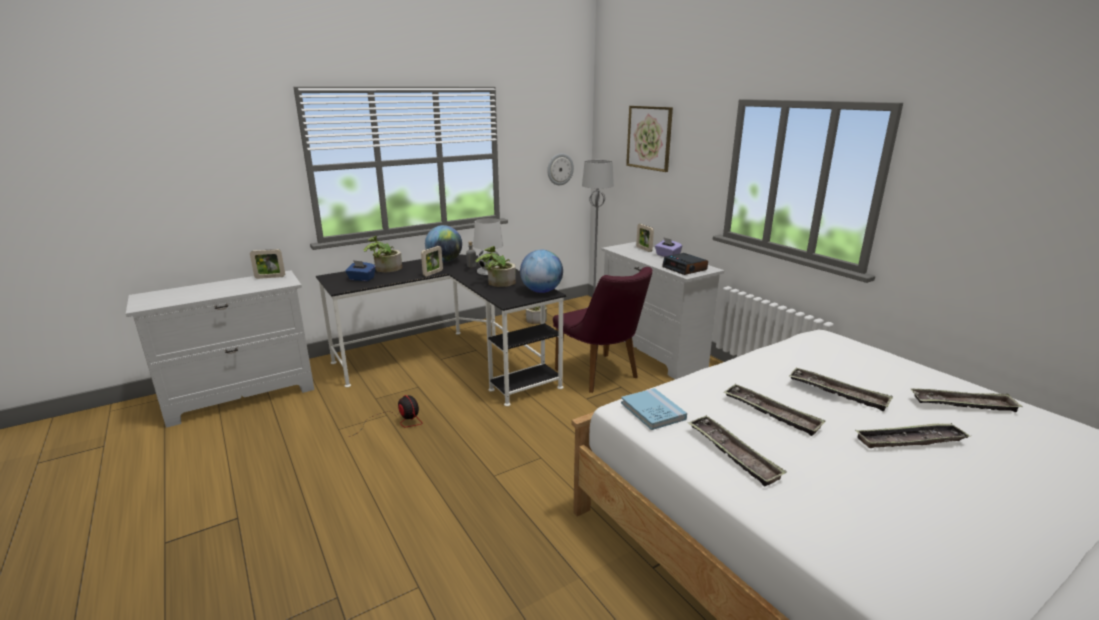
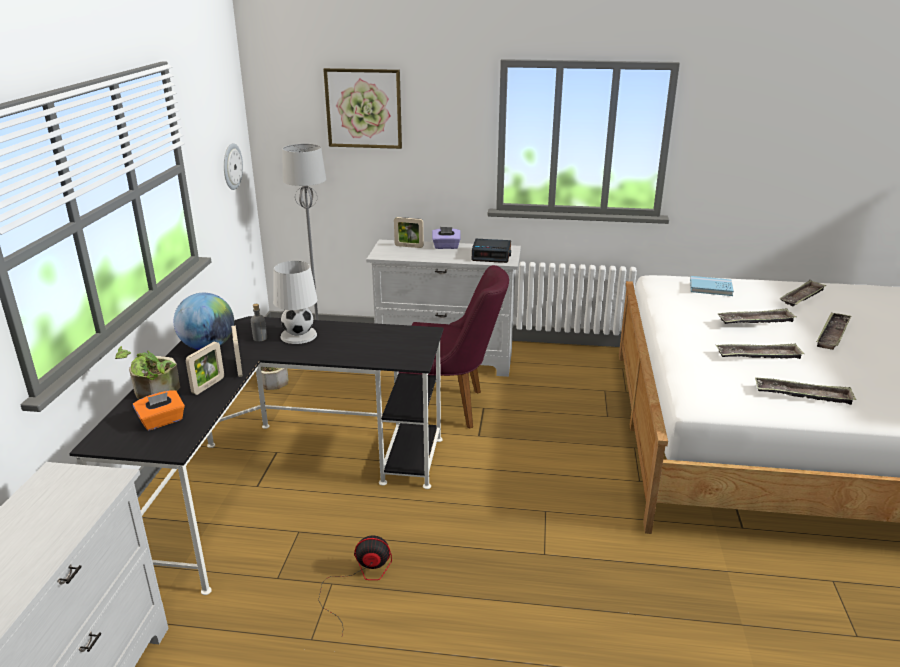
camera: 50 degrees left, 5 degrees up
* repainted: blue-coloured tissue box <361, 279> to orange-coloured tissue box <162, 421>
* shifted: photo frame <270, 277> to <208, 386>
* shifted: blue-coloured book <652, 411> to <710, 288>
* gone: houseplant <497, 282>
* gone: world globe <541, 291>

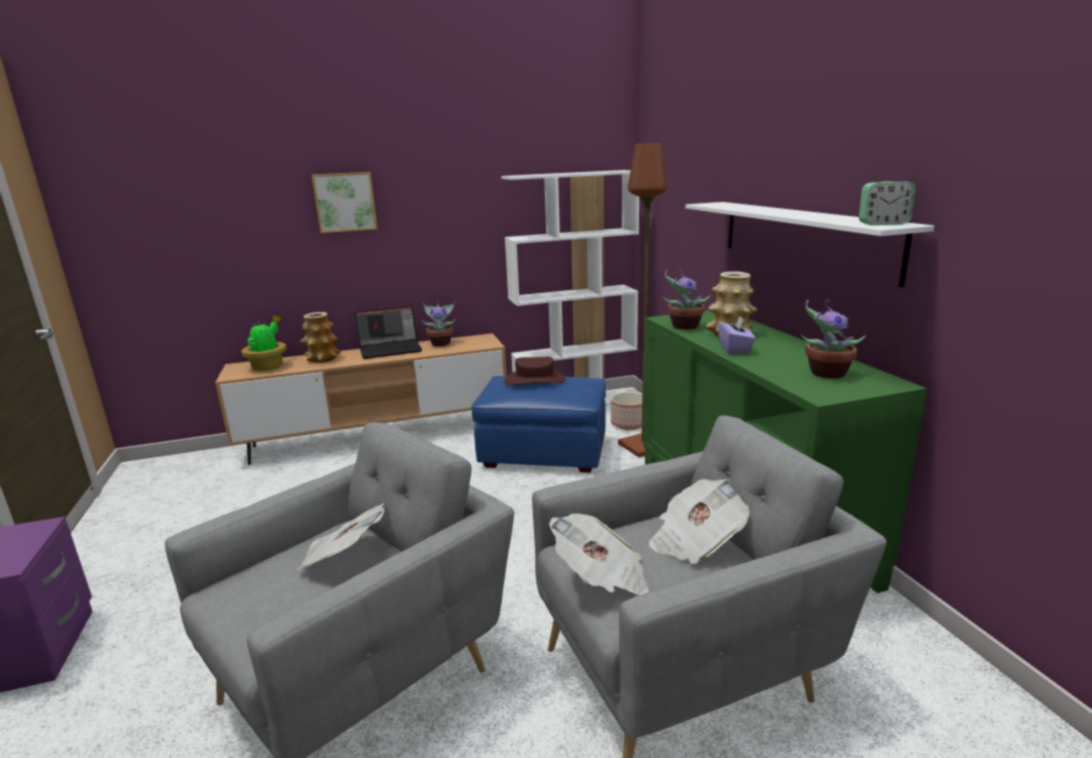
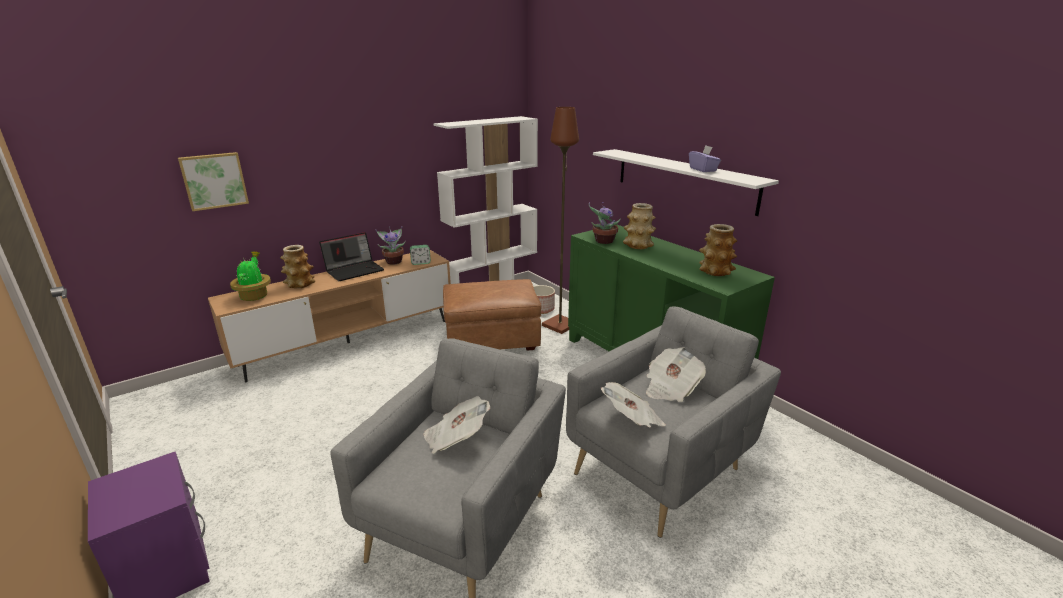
camera: 20 degrees left, 5 degrees up
* shifted: wall picture <345, 202> to <214, 180>
* shifted: alarm clock <883, 224> to <421, 263>
* repainted: blue-coloured pouffe <544, 453> to brownish pouffe <492, 339>
* shifted: purple tissue box <735, 349> to <703, 170>
* swapped: houseplant <825, 373> to decorative vase <715, 271>
* gone: brownish clothing hat <535, 380>

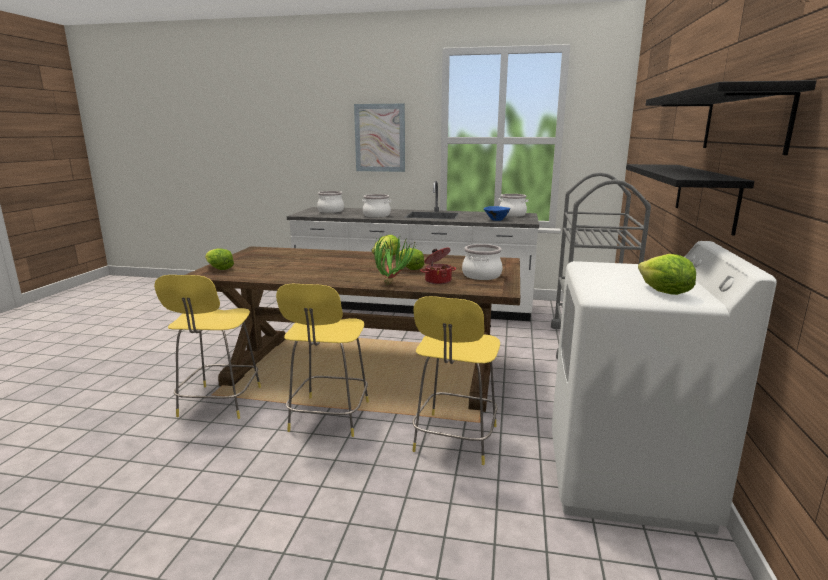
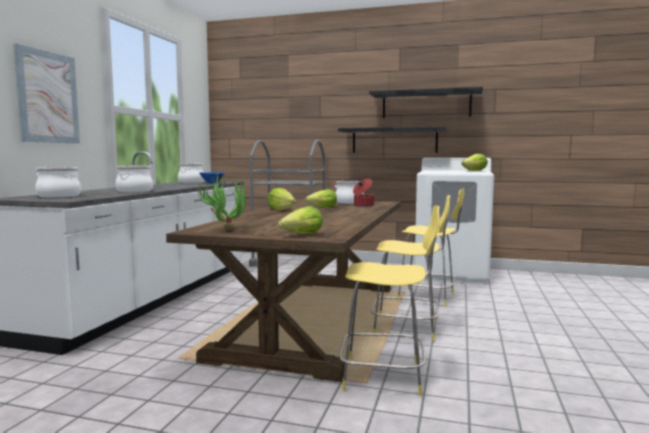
camera: 85 degrees left, 10 degrees down
* shifted: houseplant <392, 283> to <225, 229>

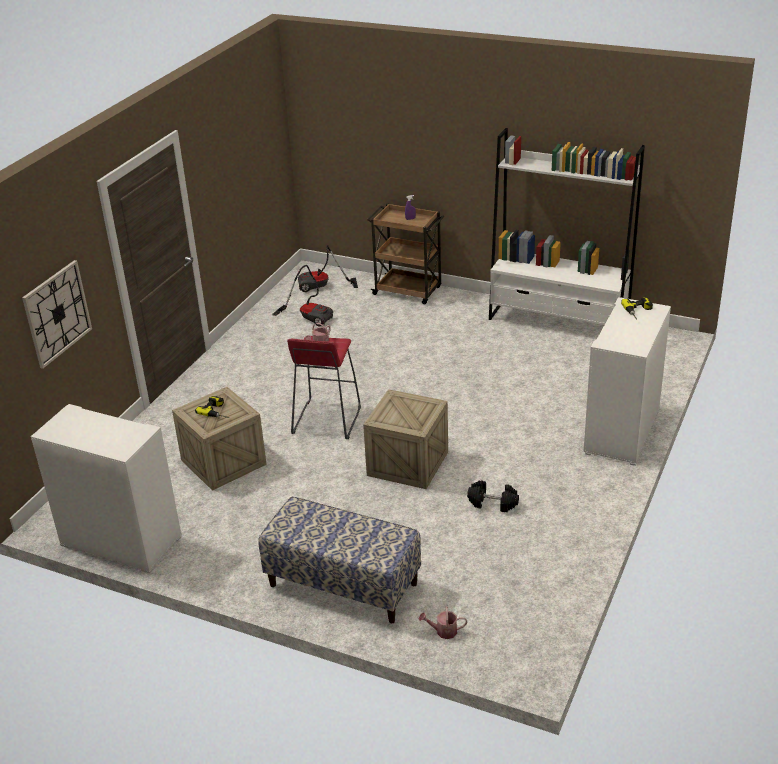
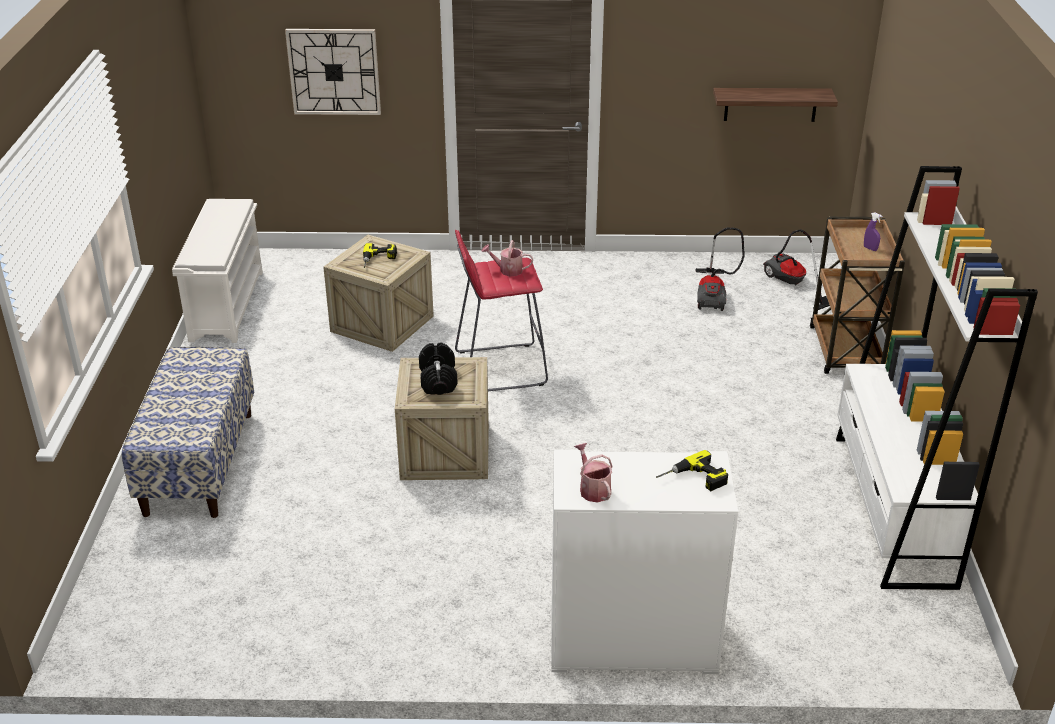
camera: 65 degrees right, 0 degrees up
* swapped: white-coloured cupboard <120, 541> to white-coloured shoe shelf <226, 305>
* shifted: blackish free weight <493, 503> to <438, 380>
* shifted: watering can <443, 631> to <593, 489>
* new: wall shelf <770, 104>

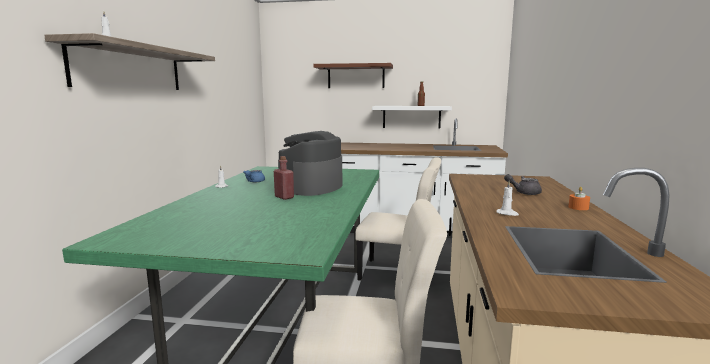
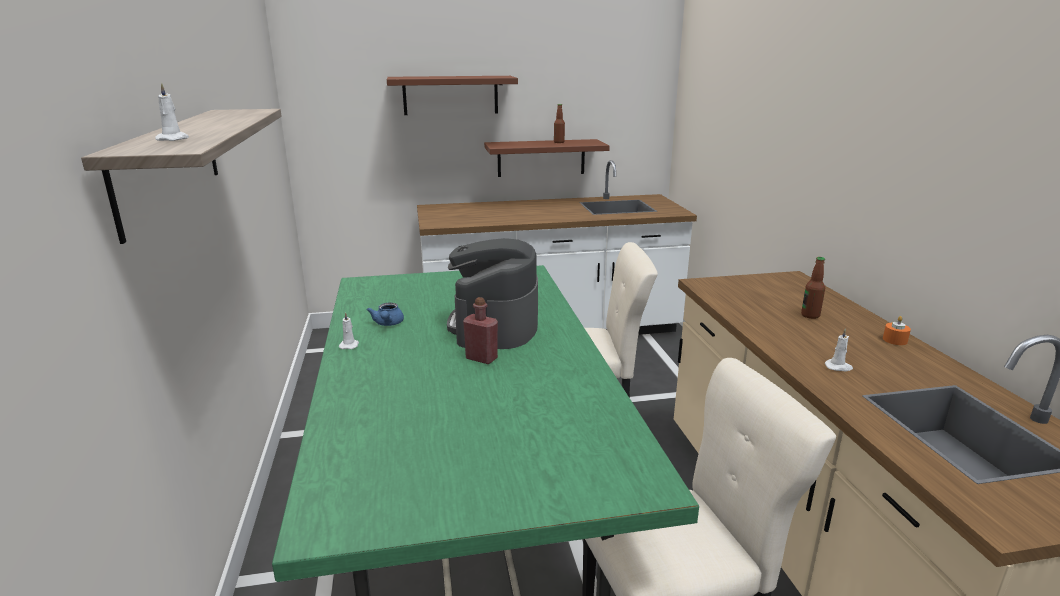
camera: 20 degrees left, 10 degrees up
* repainted: white-coloured wall shelf <411, 117> to brownish wall shelf <541, 158>
* swapped: gray teapot <523, 192> to bottle <810, 315>

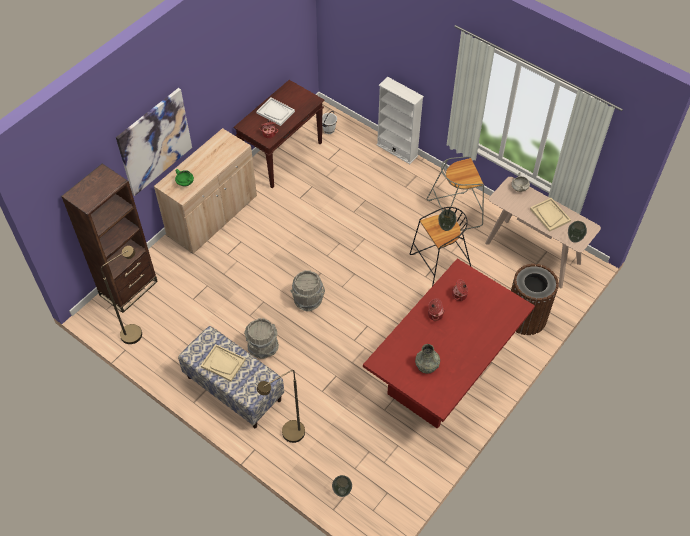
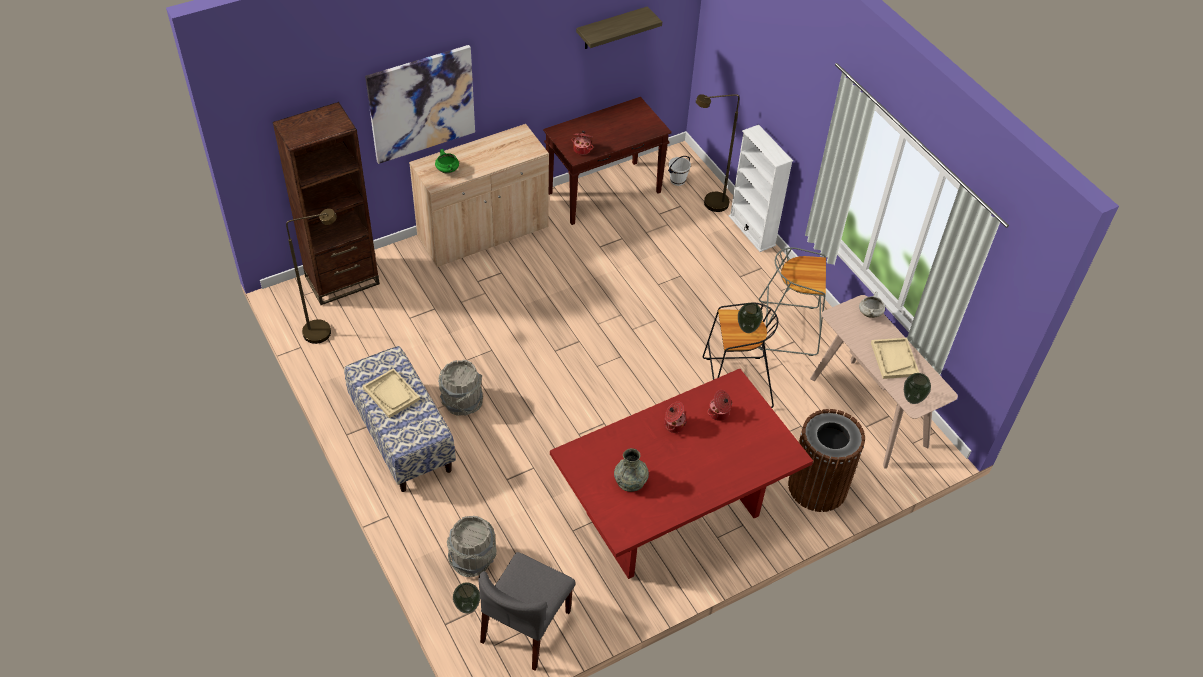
camera: 20 degrees right, 5 degrees down
* shifted: gray pail <308, 300> to <472, 559>
* new: gray chair <526, 627>
* new: wall shelf <611, 28>
* shifted: brownish floor lamp <288, 436> to <709, 204>
* gone: white-coloured carrying tray <275, 112>

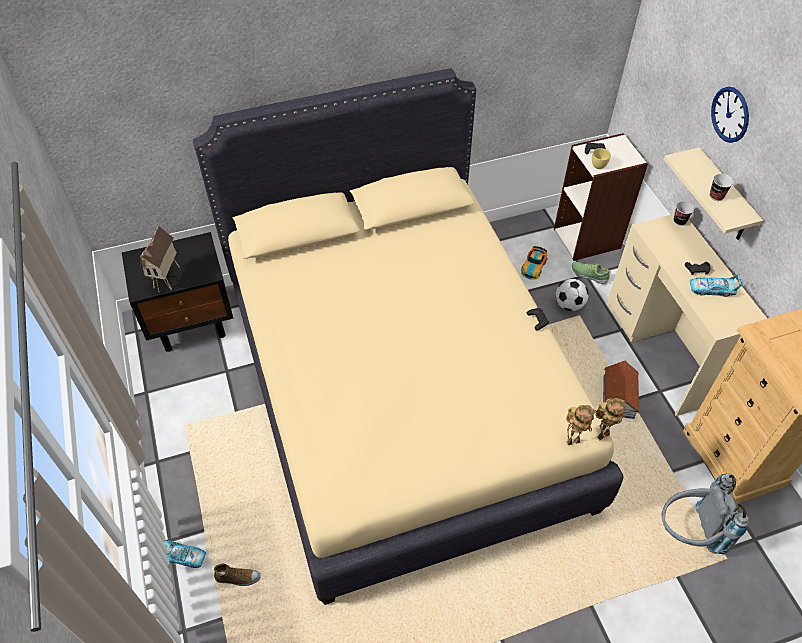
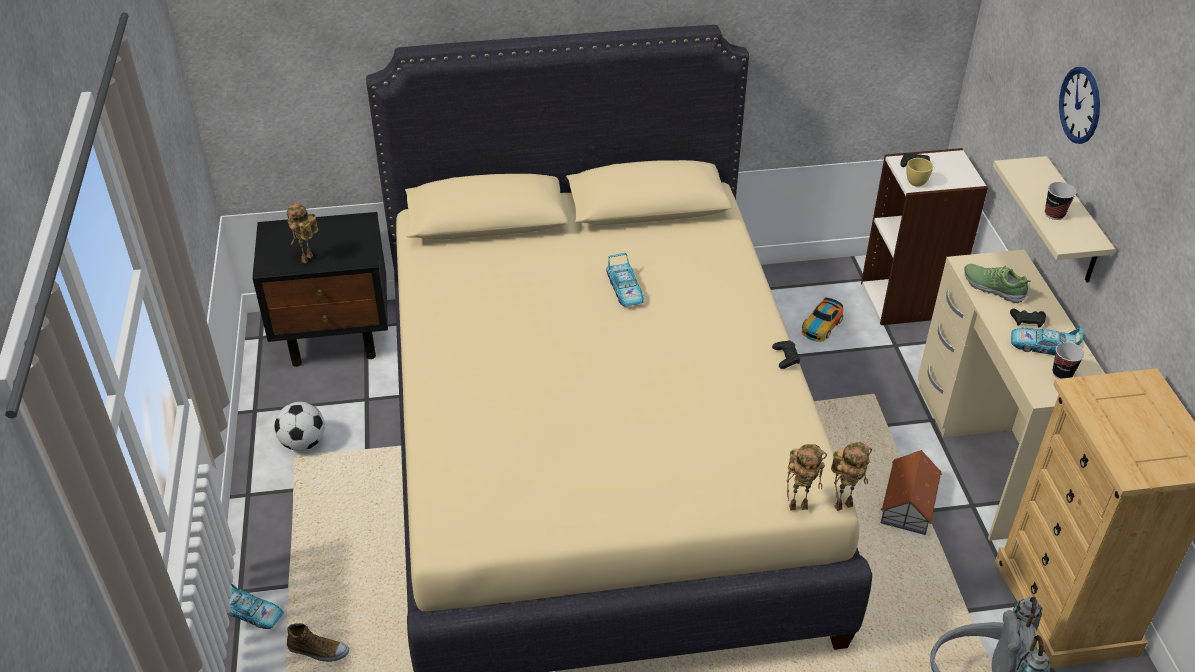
camera: 10 degrees right, 10 degrees down
* shifted: ball for football <569, 305> to <303, 442>
* swapped: miniature house <168, 280> to model robot <308, 260>
* new: miniature car <625, 290>
* shifted: low shoe <589, 275> to <993, 288>
* shifted: cup <679, 221> to <1062, 374>

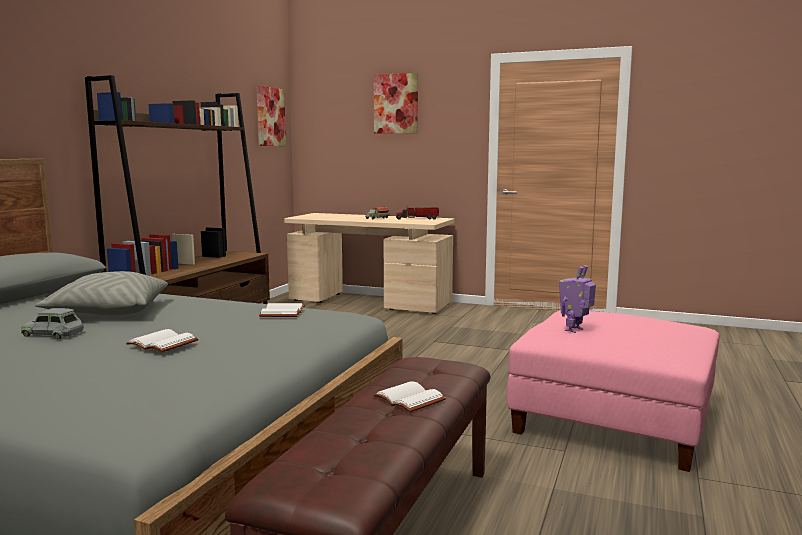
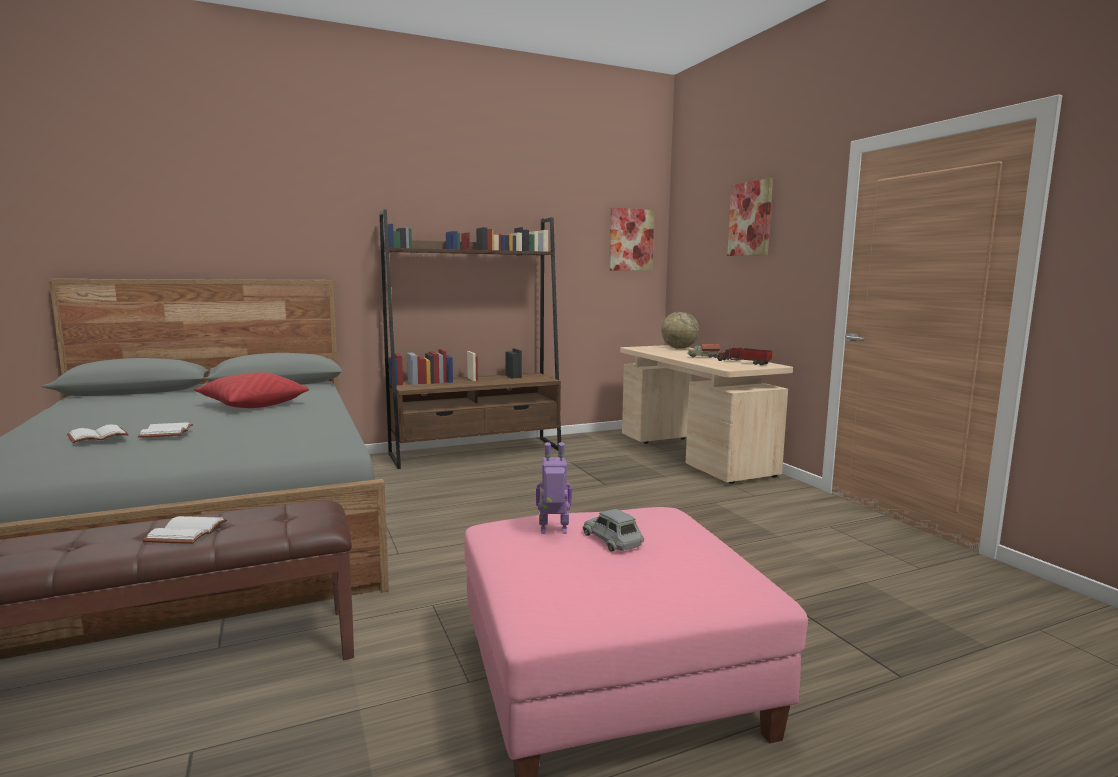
camera: 45 degrees right, 0 degrees up
* shifted: white-coloured book <284, 312> to <97, 437>
* repainted: gray pillow <108, 312> to reddish pillow <252, 405>
* shifted: gray miniature car <54, 334> to <613, 539>
* new: world globe <679, 348>

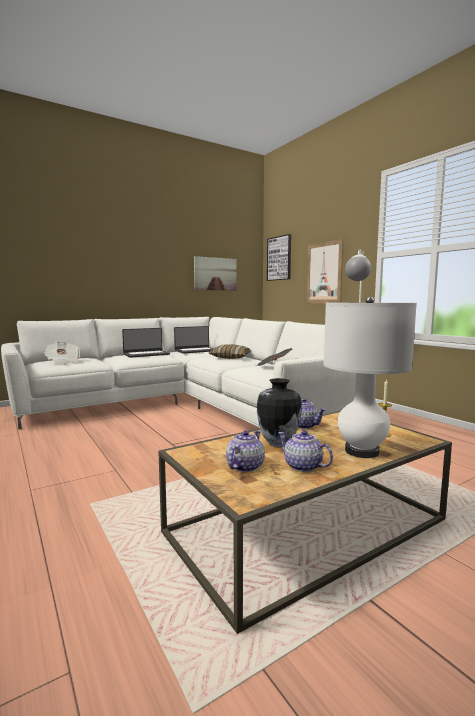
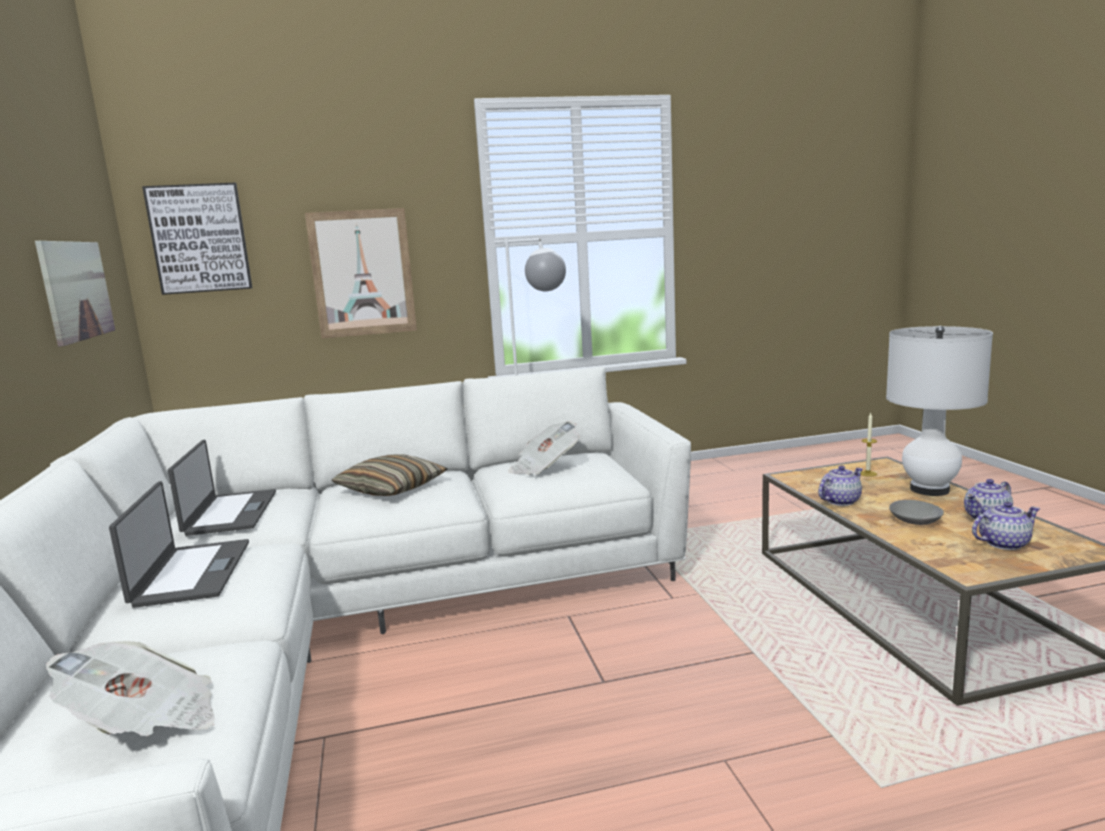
camera: 70 degrees left, 5 degrees up
* swapped: decorative vase <277, 443> to gray bowl <915, 521>
* rotated: teapot <244, 466> = <1003, 543> 120 degrees clockwise

